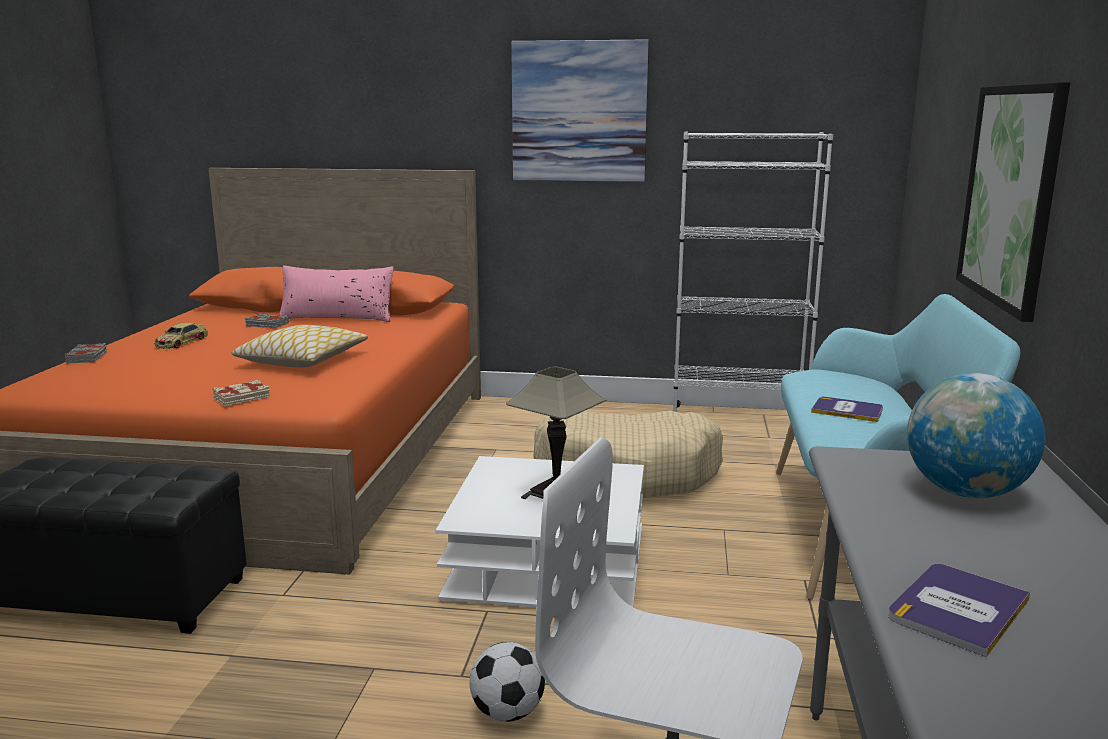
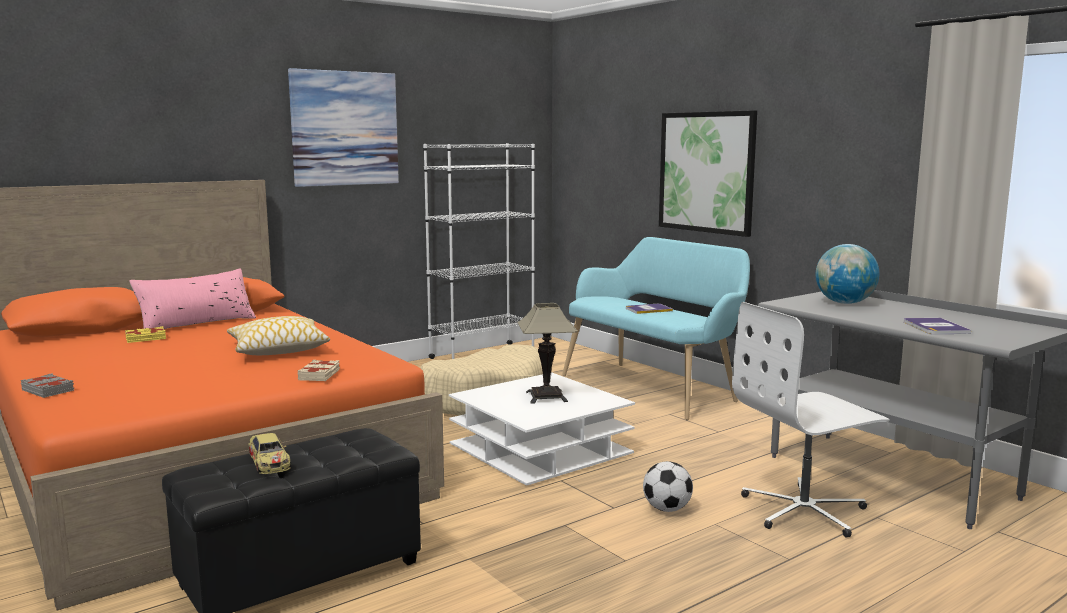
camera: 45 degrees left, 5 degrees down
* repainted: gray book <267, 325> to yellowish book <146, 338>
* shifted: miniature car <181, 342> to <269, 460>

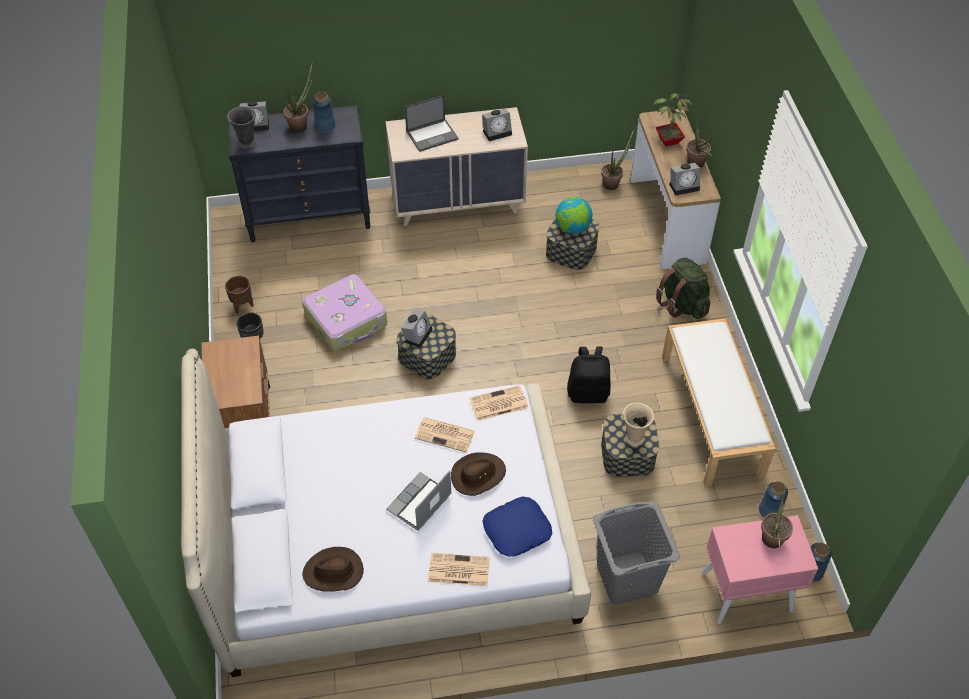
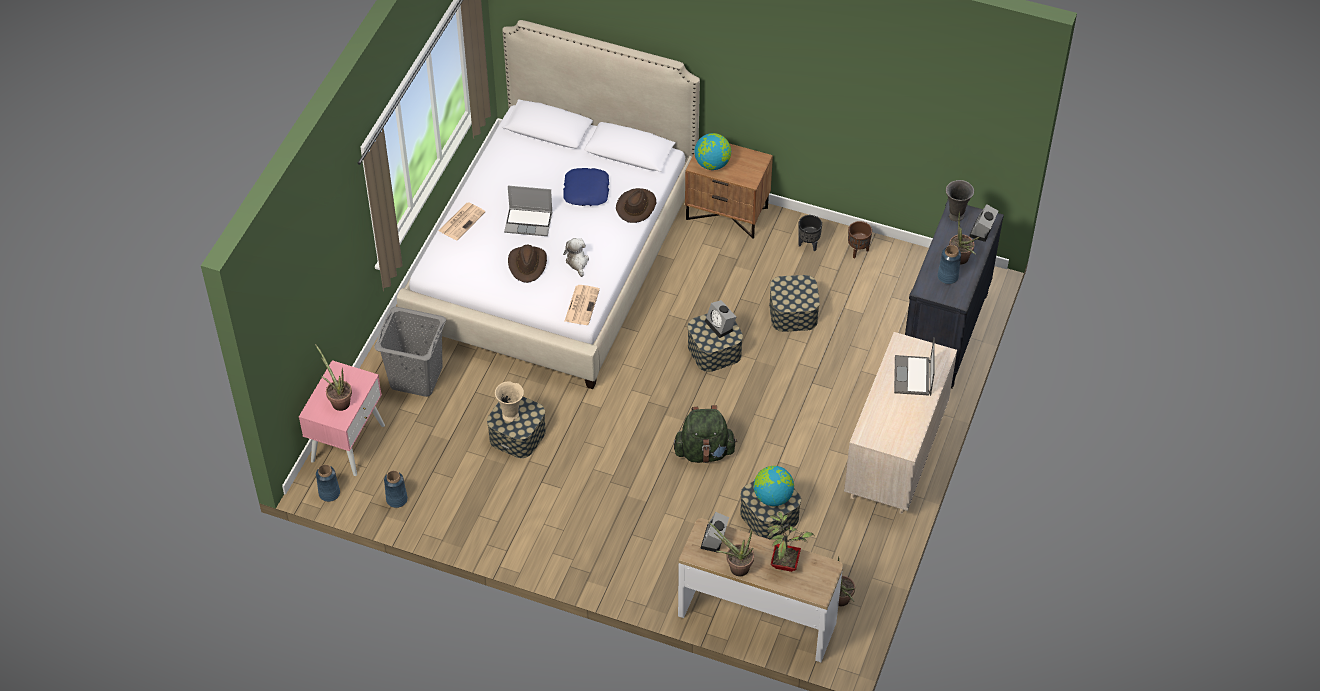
camera: 120 degrees right, 0 degrees up
* rotated: notebook computer <419, 503> = <529, 222> 120 degrees clockwise
* shifted: blue-coloured pillow <516, 530> to <587, 191>
* swapped: newspaper <446, 434> to soft toy <577, 262>
* shifted: brownish clothing hat <333, 572> to <636, 206>
* shifted: green knapsack <682, 304> to <704, 452>
* new: world globe <712, 164>
* swapped: travel case <347, 320> to storage bin <793, 313>
* gone: alarm clock <497, 132>
* gone: blackish knapsack <588, 393>
* gone: white-coloured long seat <712, 415>

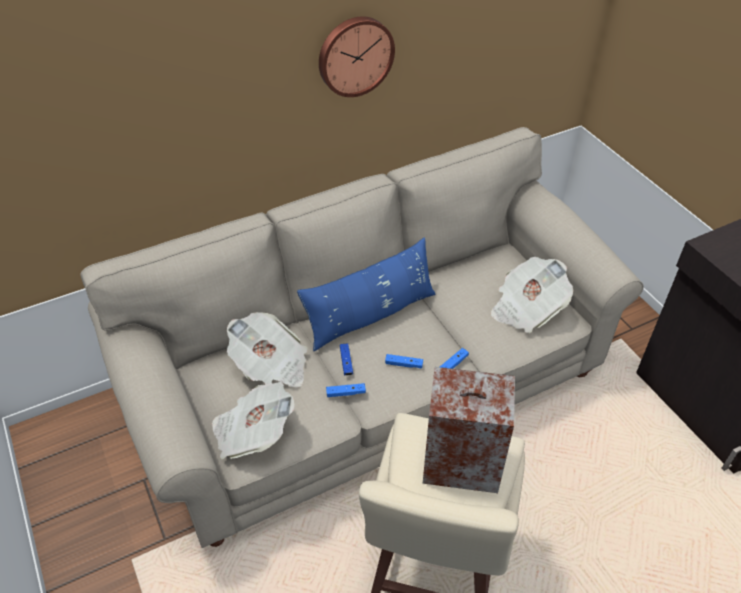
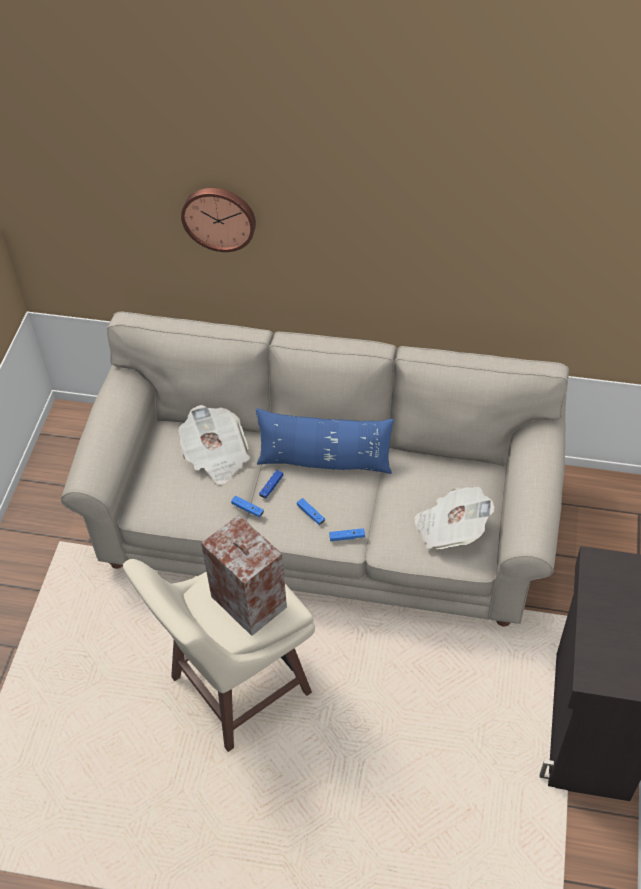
camera: 40 degrees right, 5 degrees up
* shifted: hanging clock <355, 55> to <219, 217>
* gone: newspaper <253, 433>

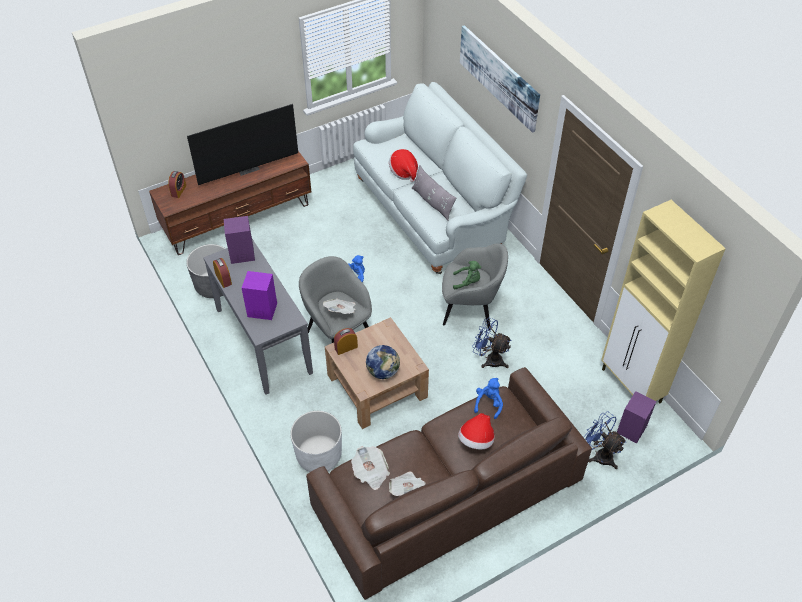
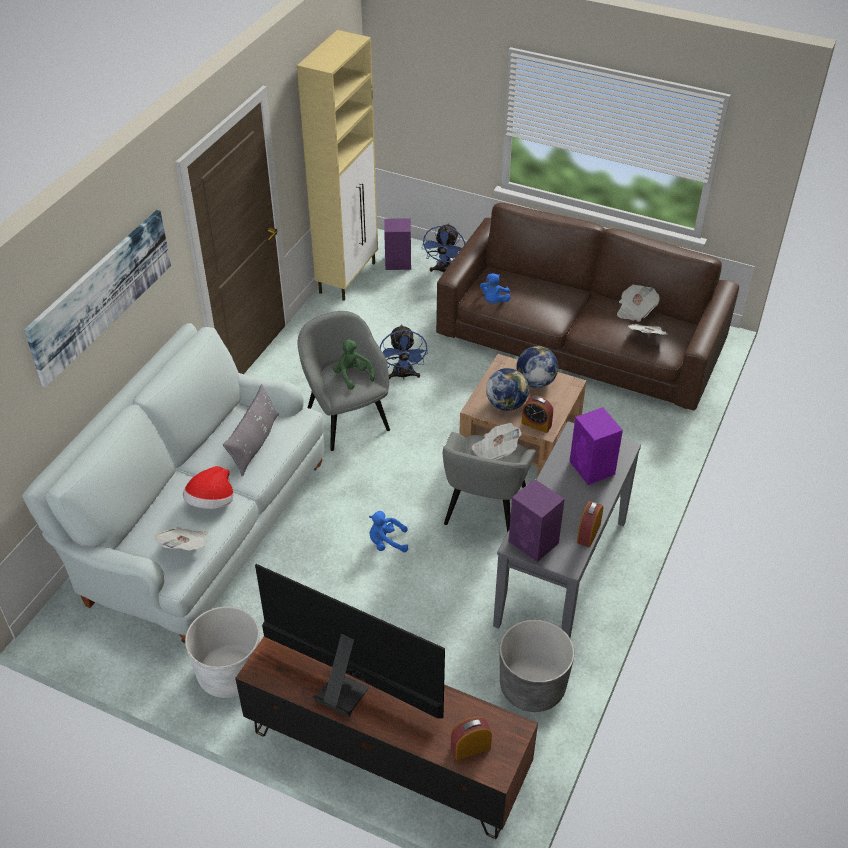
camera: 125 degrees left, 5 degrees down
* new: newspaper <186, 547>
* shifted: white-coloured plant pot <319, 455> to <230, 673>
* rotated: blue-coloured soft toy <488, 403> = <494, 301> 60 degrees counterclockwise
* new: world globe <506, 404>
* gone: clothing hat <476, 440>

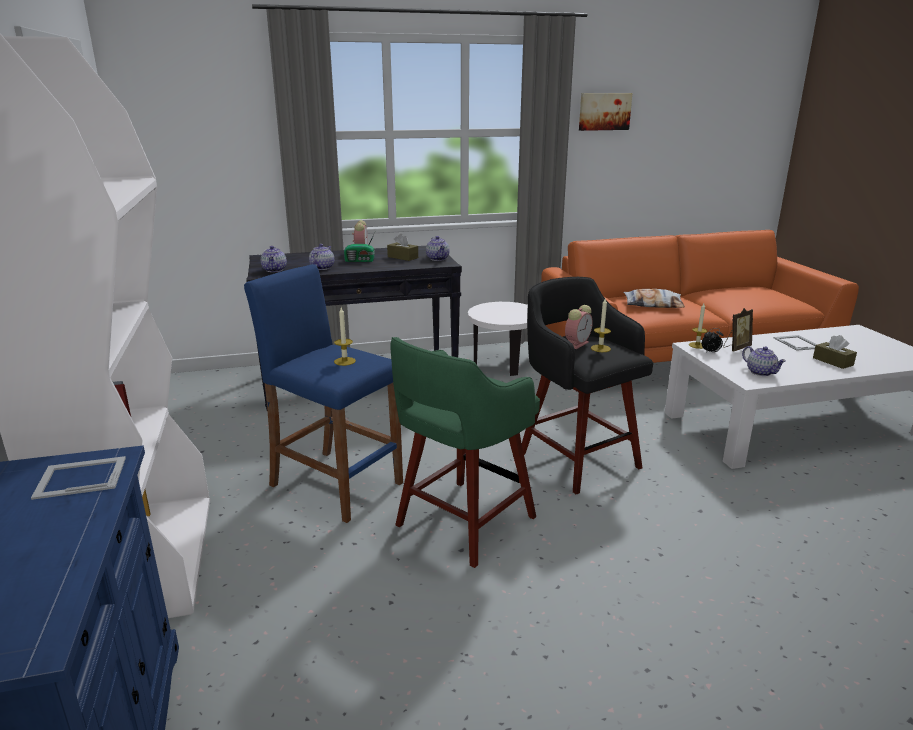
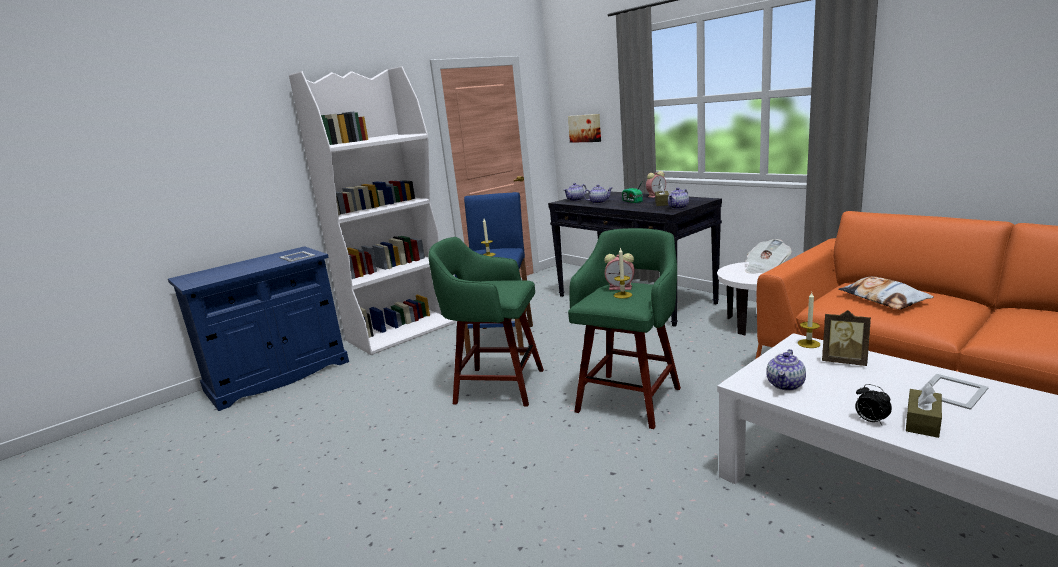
camera: 65 degrees right, 5 degrees down
* shifted: wall picture <604, 111> to <585, 128>
* repainted: blackish stool seat <576, 459> to green stool seat <630, 398>
* new: newspaper <765, 268>
* shifted: alarm clock <710, 352> to <870, 421>

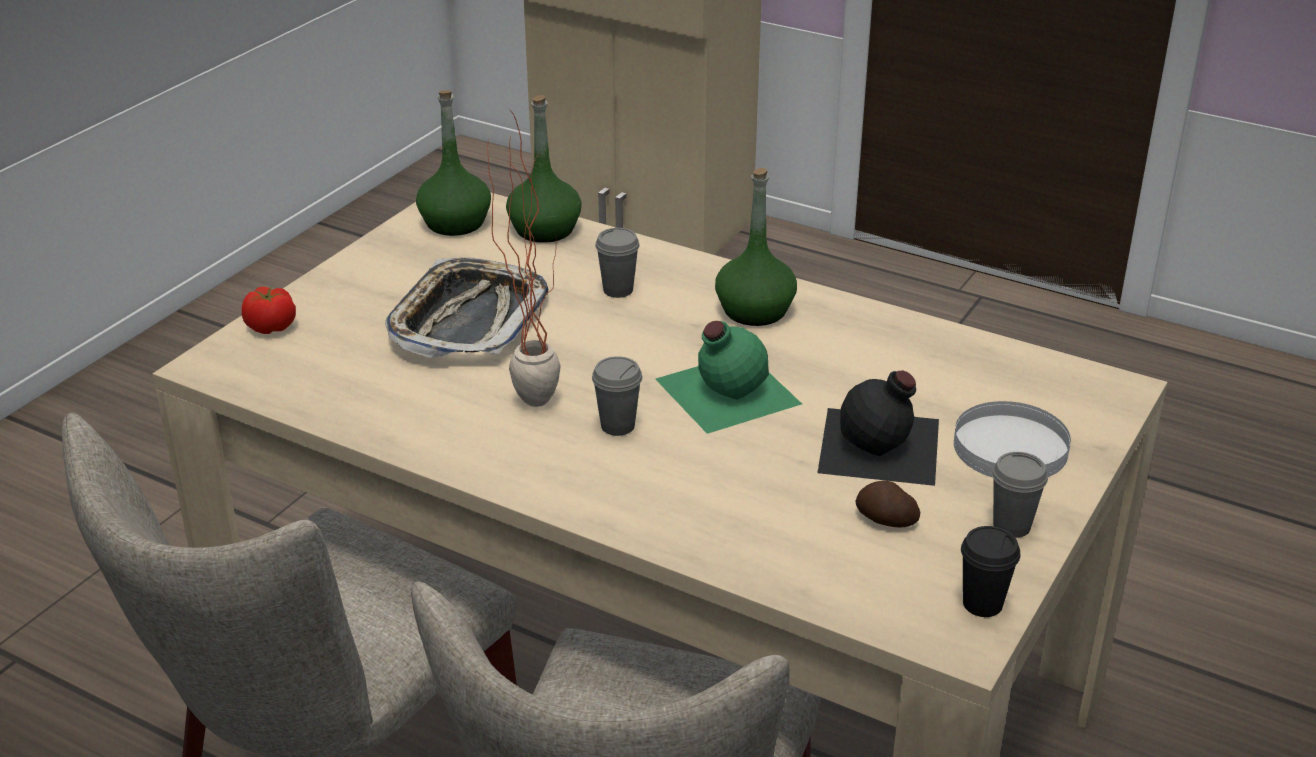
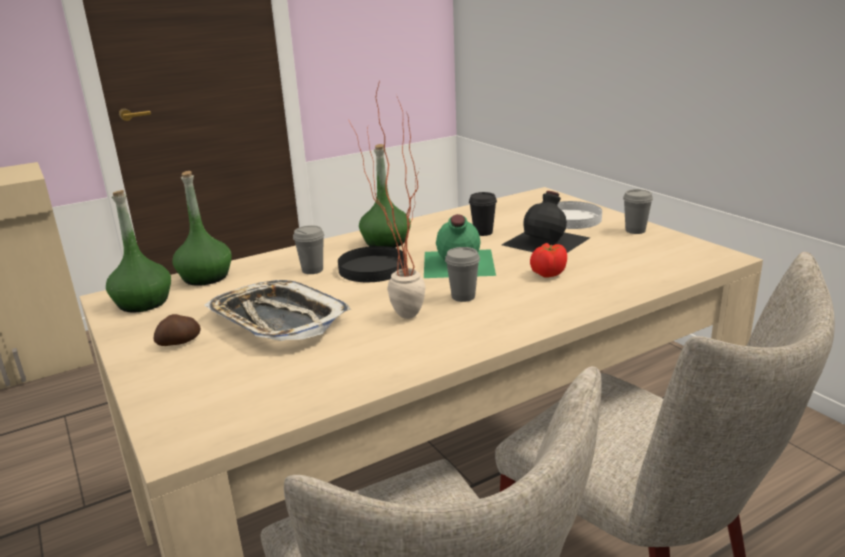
camera: 60 degrees left, 10 degrees down
* shifted: spud <885, 520> to <179, 342>
* new: blackish flat dish <372, 268>
* shifted: blackish cup <982, 604> to <483, 232>
* shifted: whole tomato <271, 328> to <548, 274>

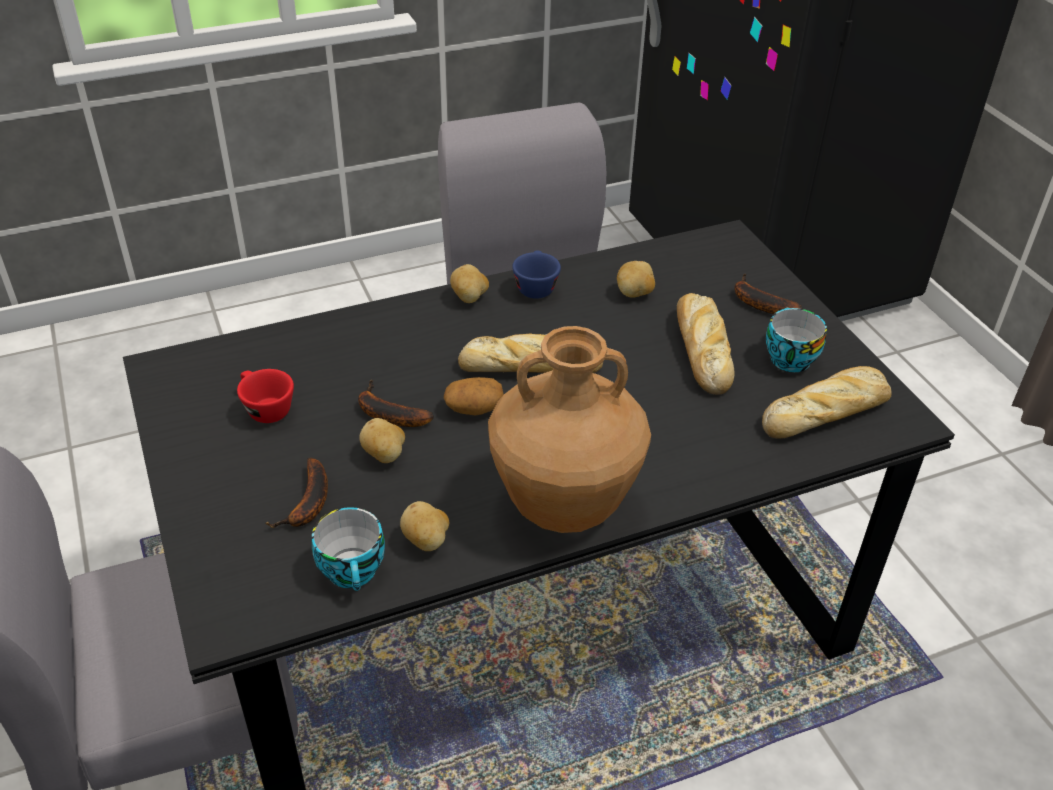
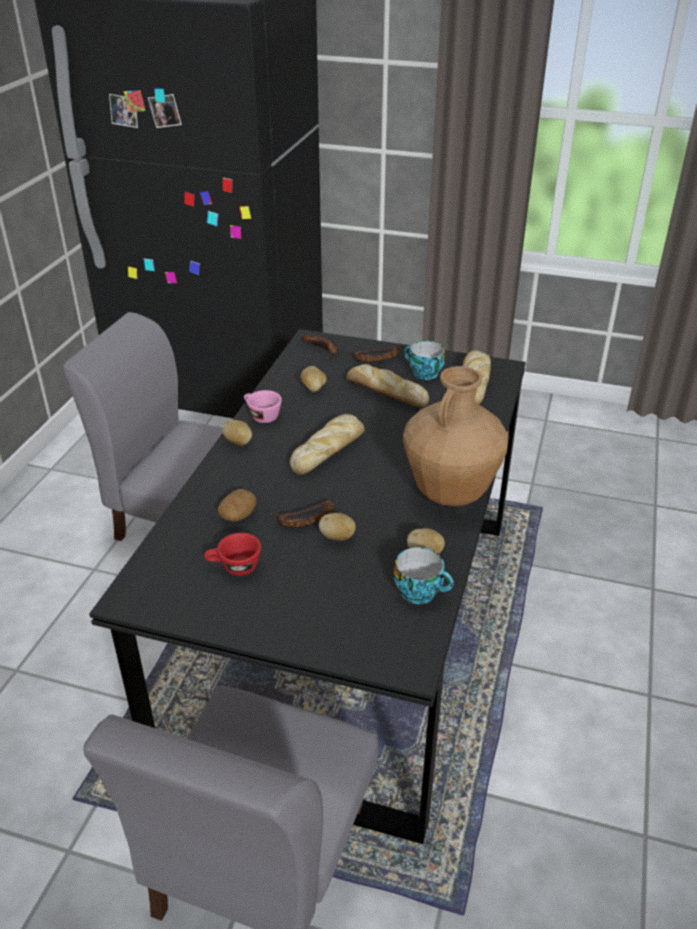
camera: 50 degrees left, 5 degrees down
* shifted: spud <474, 408> to <238, 515>
* repainted: blue-coloured cup <535, 286> to pink cup <261, 416>
* shifted: banana fruit <308, 504> to <324, 349>

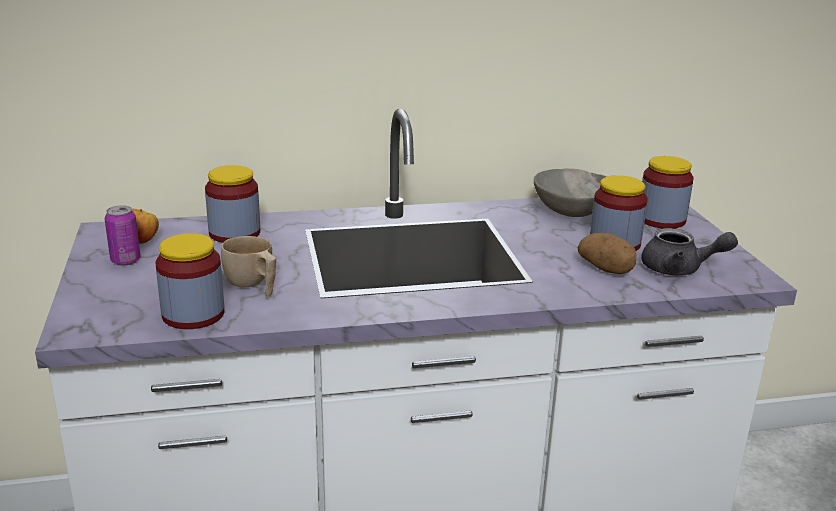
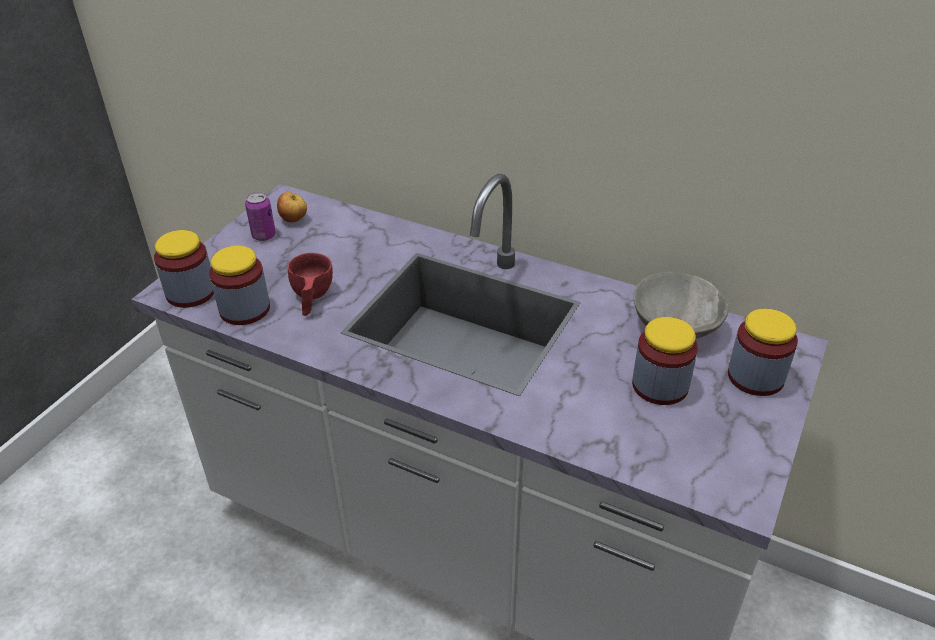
camera: 40 degrees right, 15 degrees up
* shifted: storage jar <234, 233> to <191, 292>
* repainted: sand-coloured cup <253, 286> to reddish cup <311, 298>
* gone: spud <607, 269>
* gone: gray teapot <679, 269>

